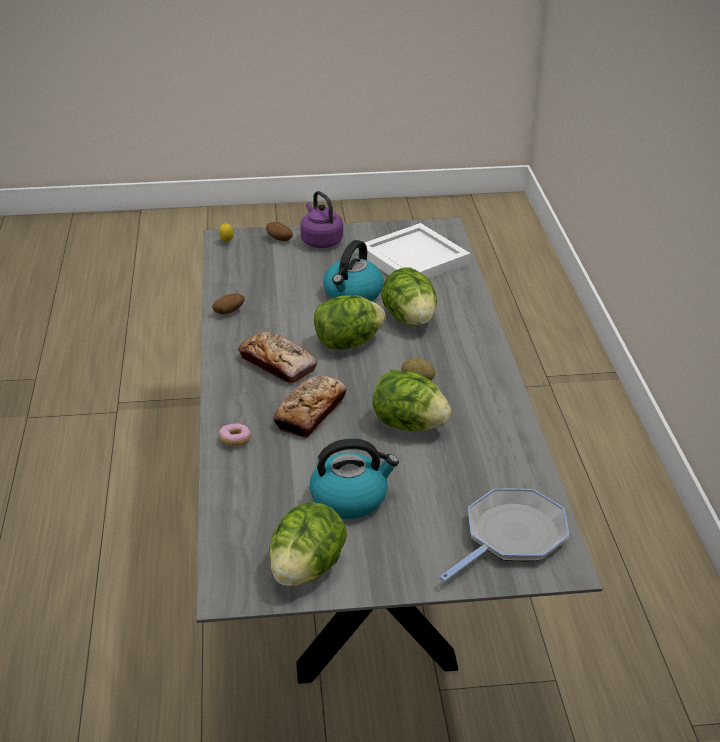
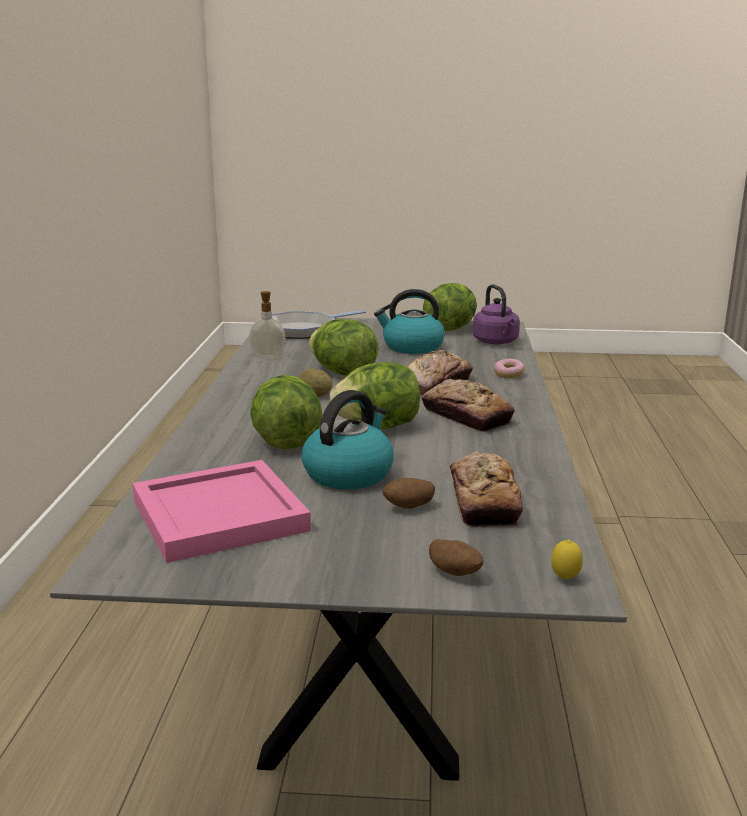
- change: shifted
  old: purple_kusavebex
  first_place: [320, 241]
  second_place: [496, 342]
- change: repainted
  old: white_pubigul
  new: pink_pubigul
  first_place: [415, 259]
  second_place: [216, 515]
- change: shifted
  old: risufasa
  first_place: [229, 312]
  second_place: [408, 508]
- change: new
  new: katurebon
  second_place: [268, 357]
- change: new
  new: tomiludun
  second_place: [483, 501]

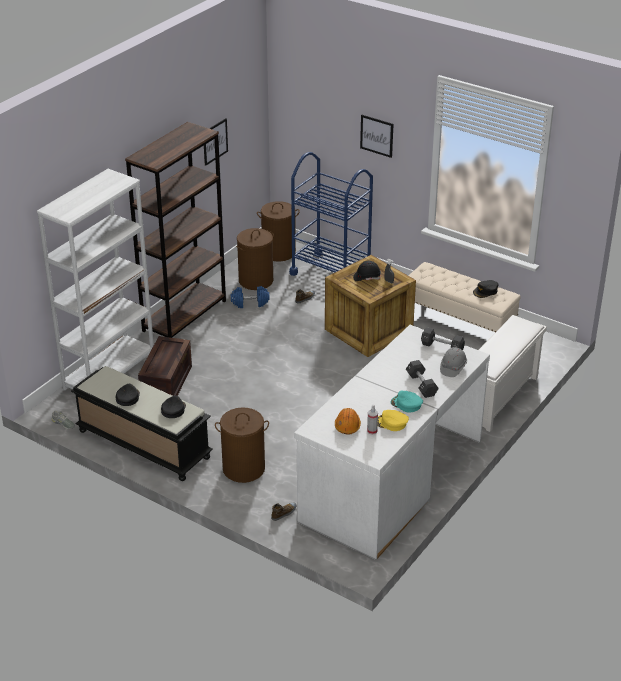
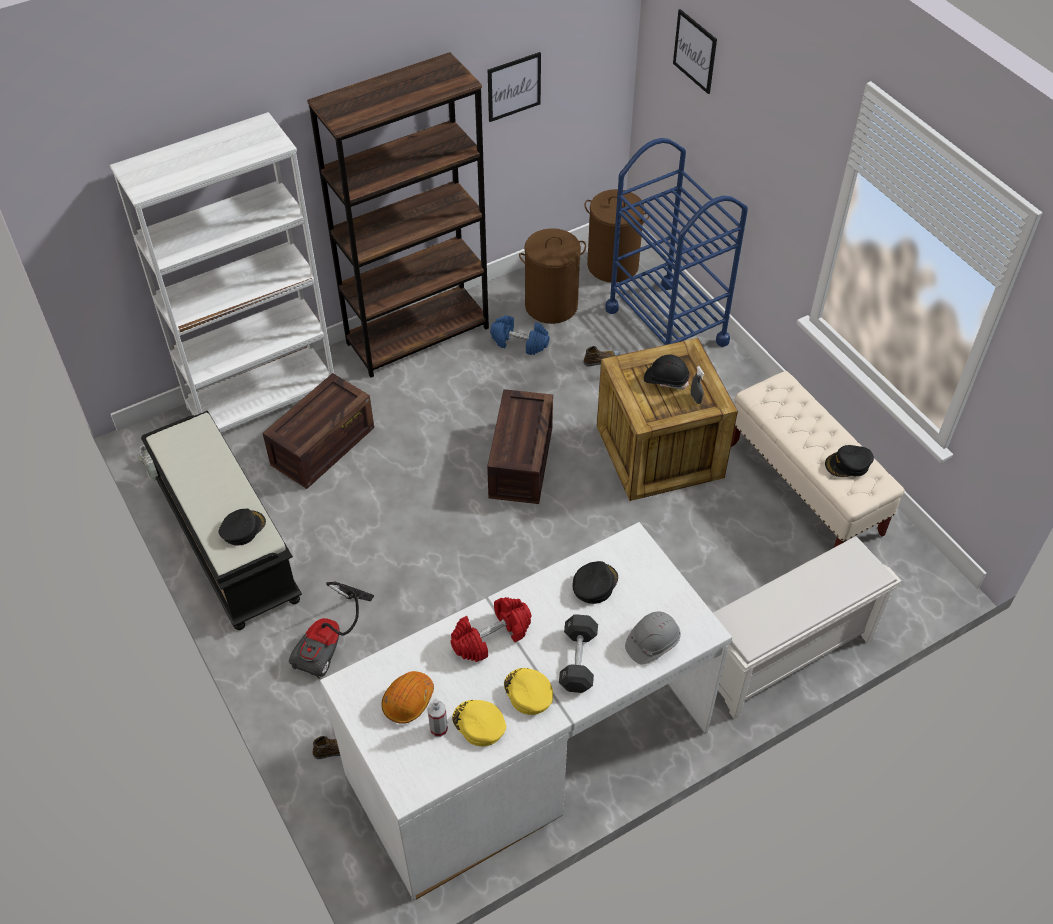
- change: shifted
  old: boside
  first_place: [376, 135]
  second_place: [695, 51]
- change: gone
  old: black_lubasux
  first_place: [442, 347]
- change: shifted
  old: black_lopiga
  first_place: [127, 397]
  second_place: [594, 584]
- change: repainted
  old: turquoise_lopiga
  new: yellow_lopiga
  first_place: [406, 404]
  second_place: [528, 693]
- change: swapped
  old: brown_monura
  new: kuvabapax
  first_place: [243, 469]
  second_place: [331, 642]
- change: new
  new: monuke
  second_place: [522, 463]
- change: new
  new: red_lubasux
  second_place: [491, 636]

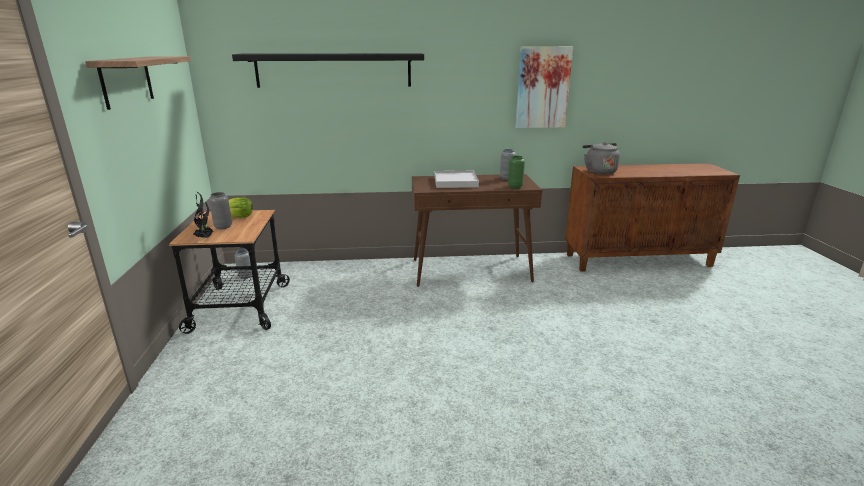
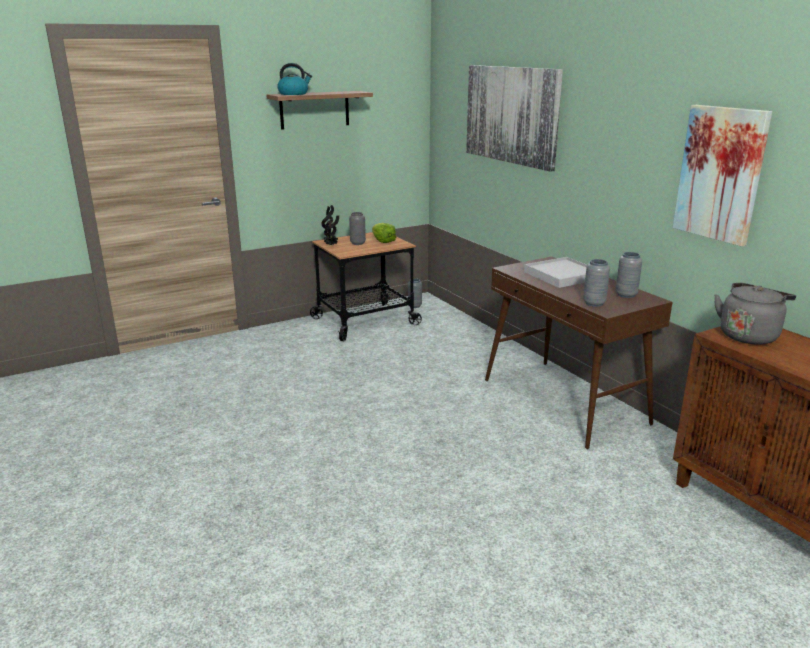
- change: swapped
  old: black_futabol
  new: boside
  first_place: [333, 70]
  second_place: [511, 115]
- change: repainted
  old: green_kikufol
  new: grey_kikufol
  first_place: [515, 186]
  second_place: [594, 303]
- change: new
  new: kusavebex
  second_place: [294, 94]

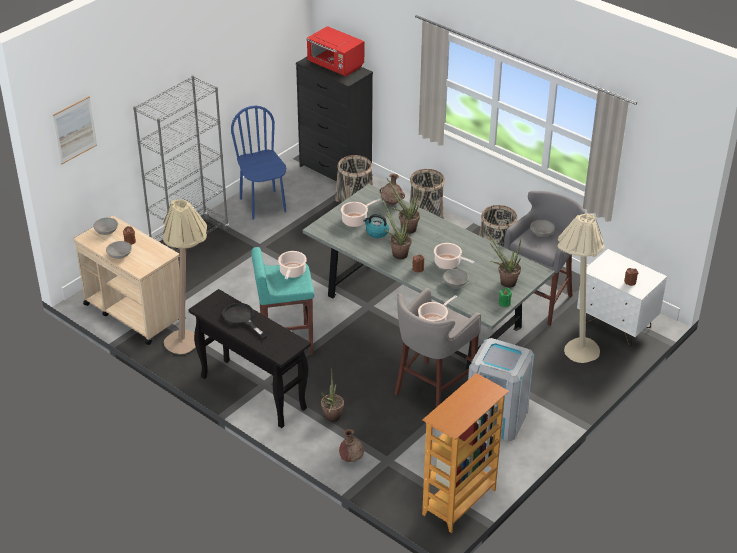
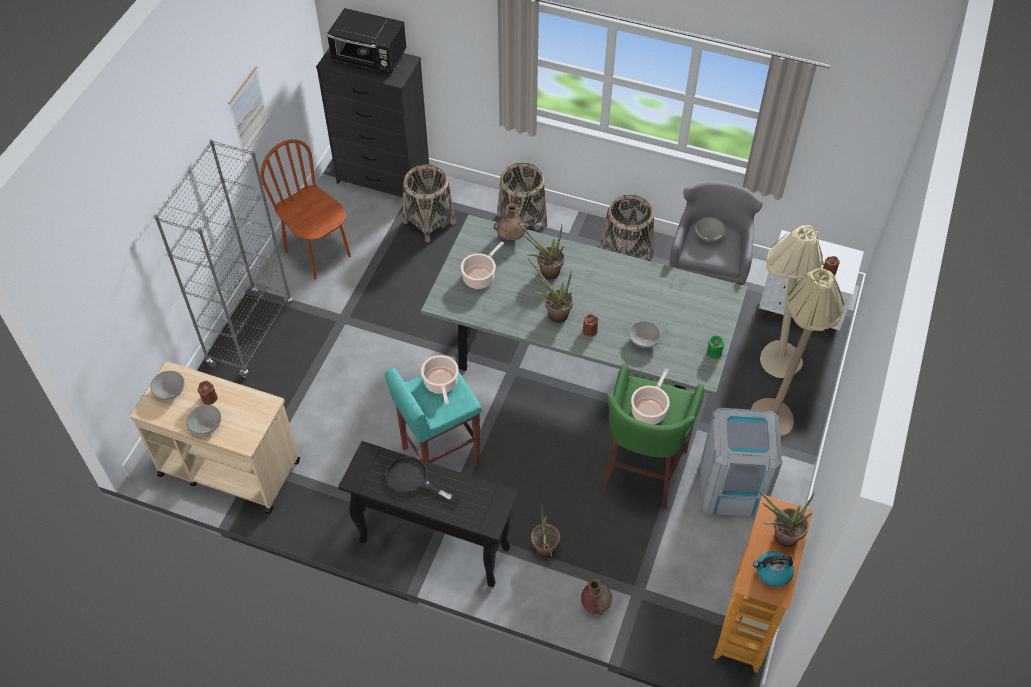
- change: repainted
  old: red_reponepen
  new: black_reponepen
  first_place: [335, 66]
  second_place: [370, 59]
- change: shifted
  old: boside
  first_place: [75, 130]
  second_place: [248, 111]
- change: repainted
  old: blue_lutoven
  new: brown_lutoven
  first_place: [263, 205]
  second_place: [318, 253]
- change: shifted
  old: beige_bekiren
  first_place: [190, 340]
  second_place: [779, 411]
- change: shifted
  old: kusavebex
  first_place: [376, 232]
  second_place: [772, 572]
- change: shifted
  old: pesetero
  first_place: [504, 281]
  second_place: [780, 536]
- change: gone
  old: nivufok
  first_place: [448, 264]
- change: repainted
  old: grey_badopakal
  new: green_badopakal
  first_place: [432, 390]
  second_place: [642, 471]

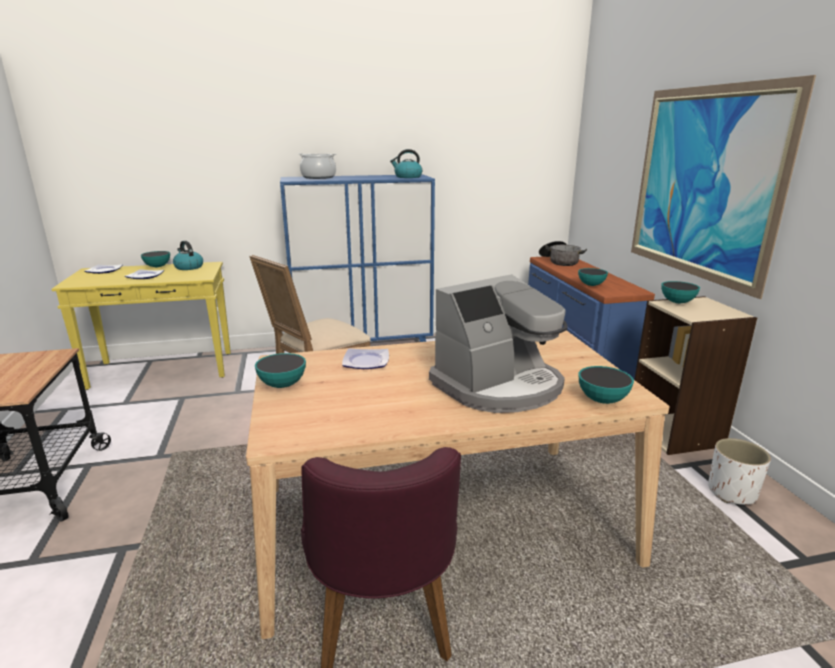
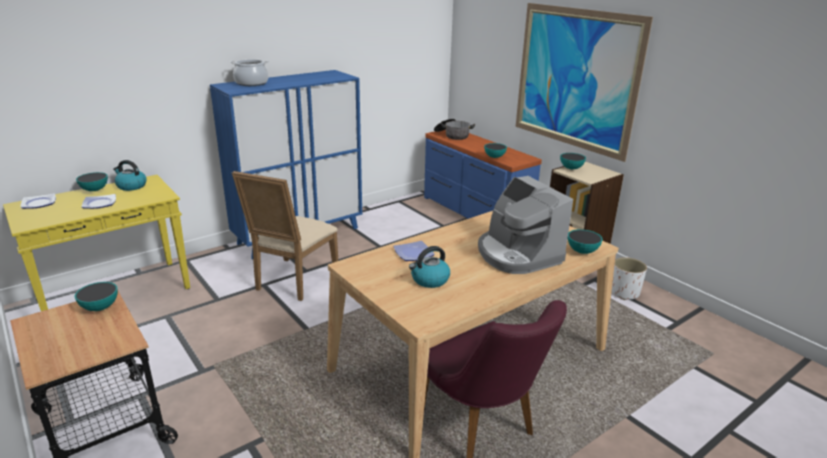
- change: shifted
  old: kusavebex
  first_place: [407, 177]
  second_place: [429, 280]
- change: rotated
  old: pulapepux
  first_place: [499, 386]
  second_place: [517, 254]
  degrees: 120
- change: shifted
  old: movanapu
  first_place: [282, 385]
  second_place: [100, 307]

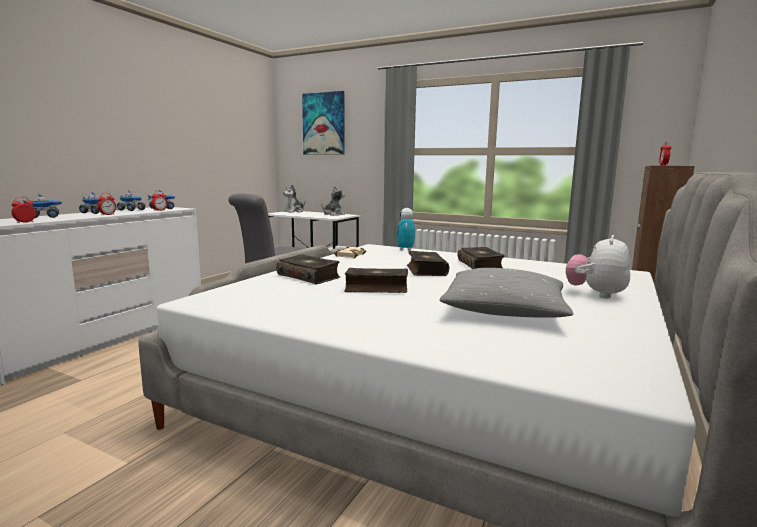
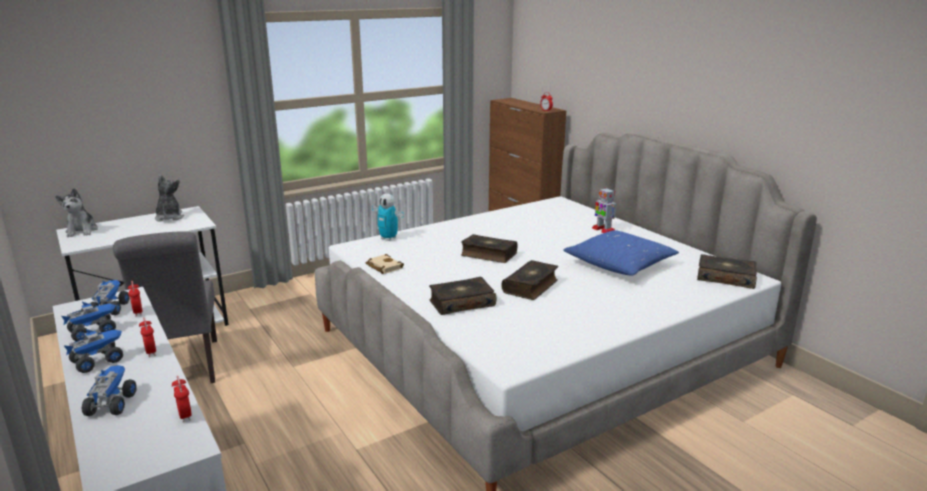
- change: gone
  old: boside
  first_place: [324, 124]
- change: swapped
  old: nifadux
  new: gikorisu
  first_place: [596, 294]
  second_place: [603, 230]
- change: shifted
  old: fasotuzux
  first_place: [480, 265]
  second_place: [725, 278]
- change: repainted
  old: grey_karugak
  new: blue_karugak
  first_place: [504, 310]
  second_place: [620, 264]

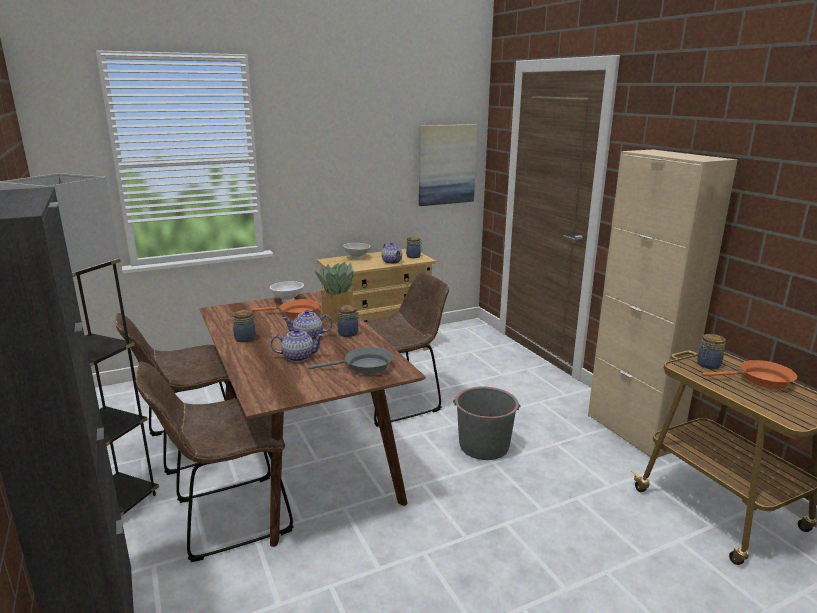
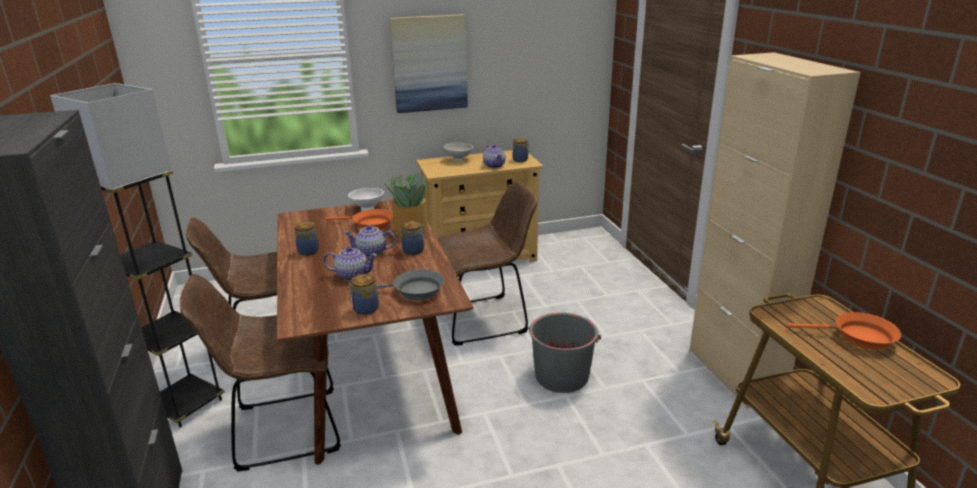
- change: shifted
  old: boside
  first_place: [446, 164]
  second_place: [429, 63]
- change: shifted
  old: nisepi
  first_place: [708, 365]
  second_place: [364, 309]

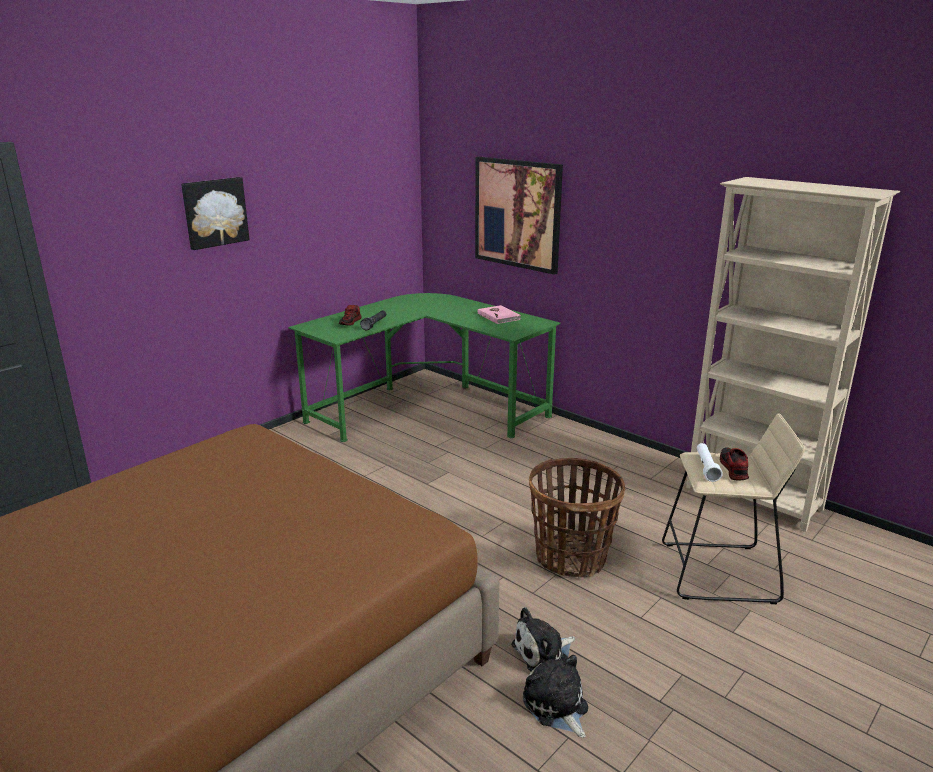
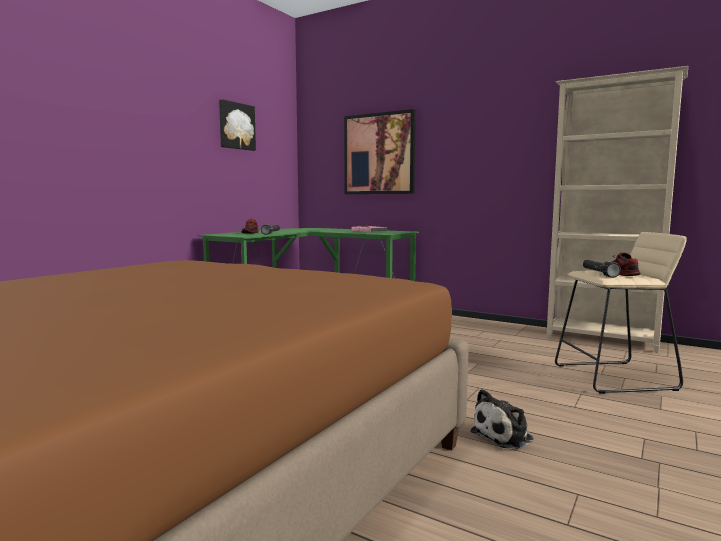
- change: shifted
  old: boside
  first_place: [214, 212]
  second_place: [236, 126]
- change: repainted
  old: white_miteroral
  new: black_miteroral
  first_place: [706, 468]
  second_place: [599, 274]
- change: gone
  old: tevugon
  first_place: [571, 558]
- change: gone
  old: nifadux
  first_place: [556, 706]

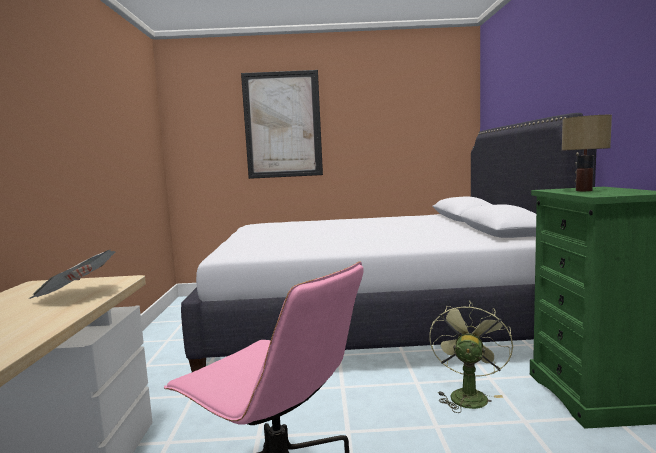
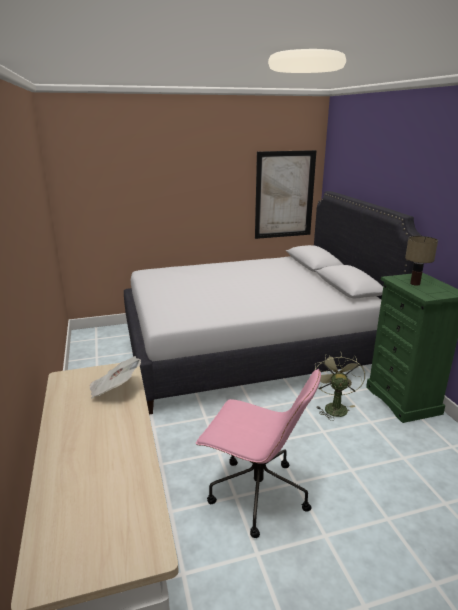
- change: shifted
  old: boside
  first_place: [282, 125]
  second_place: [284, 195]

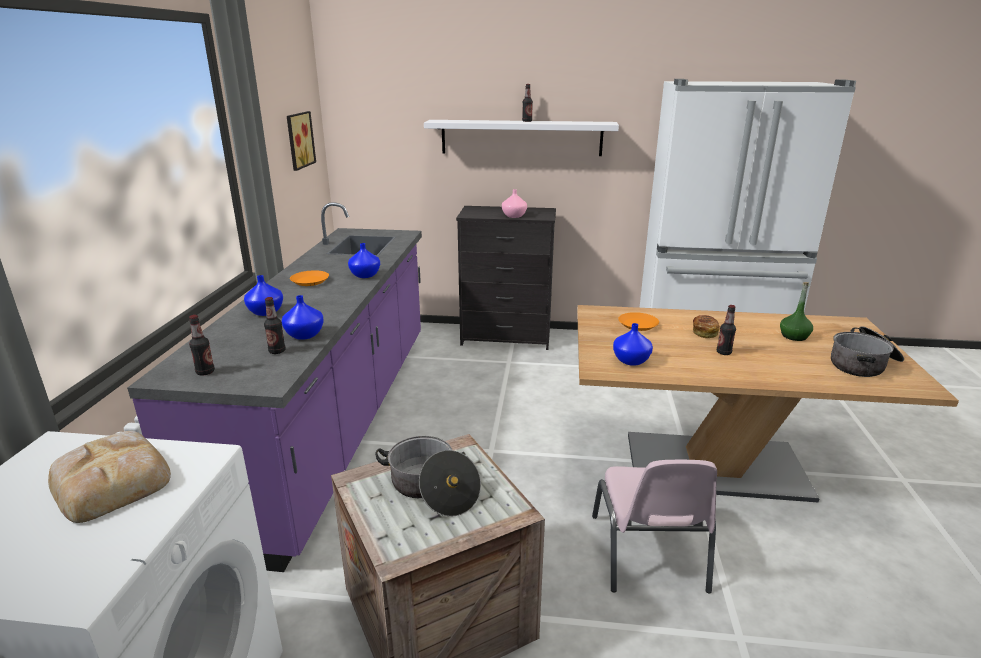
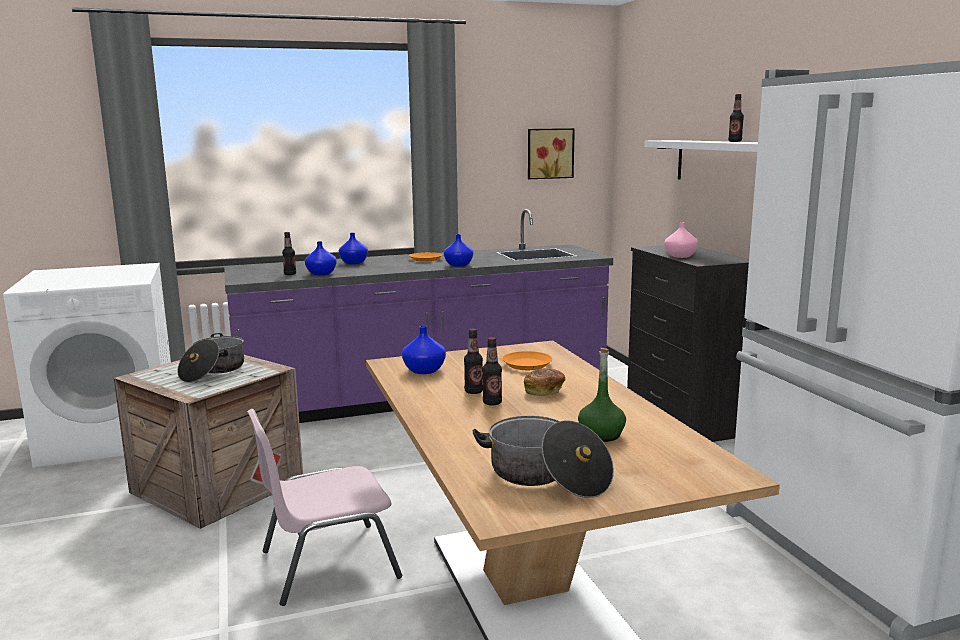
- change: shifted
  old: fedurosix
  first_place: [205, 372]
  second_place: [473, 391]
- change: gone
  old: tomiludun
  first_place: [113, 481]

